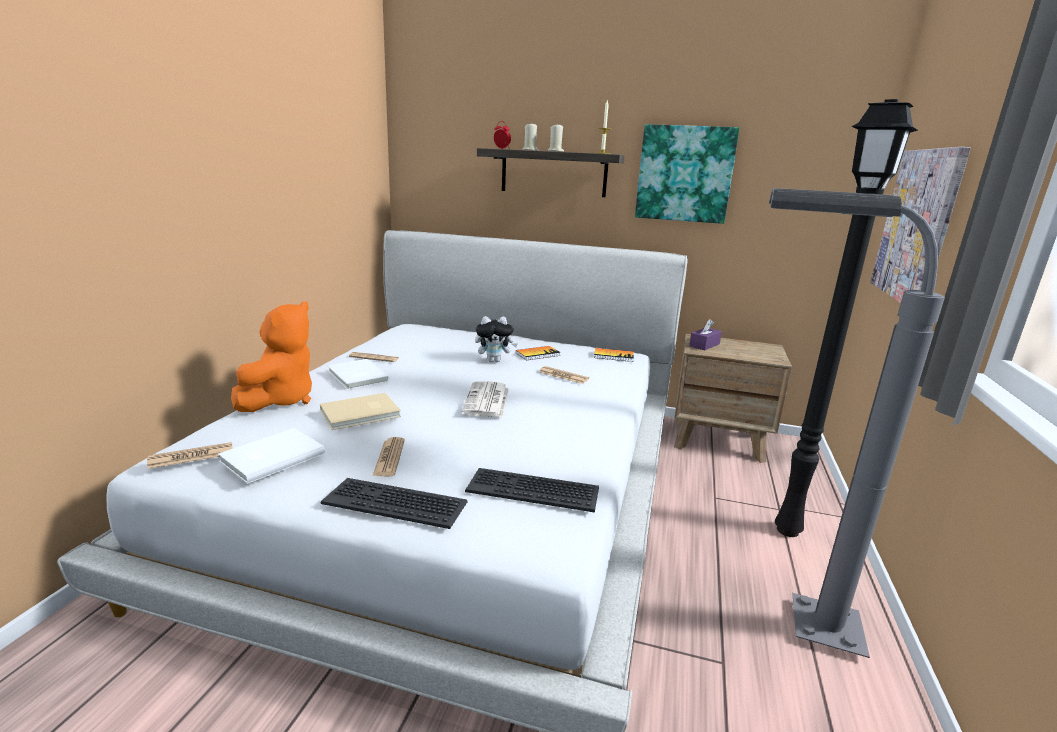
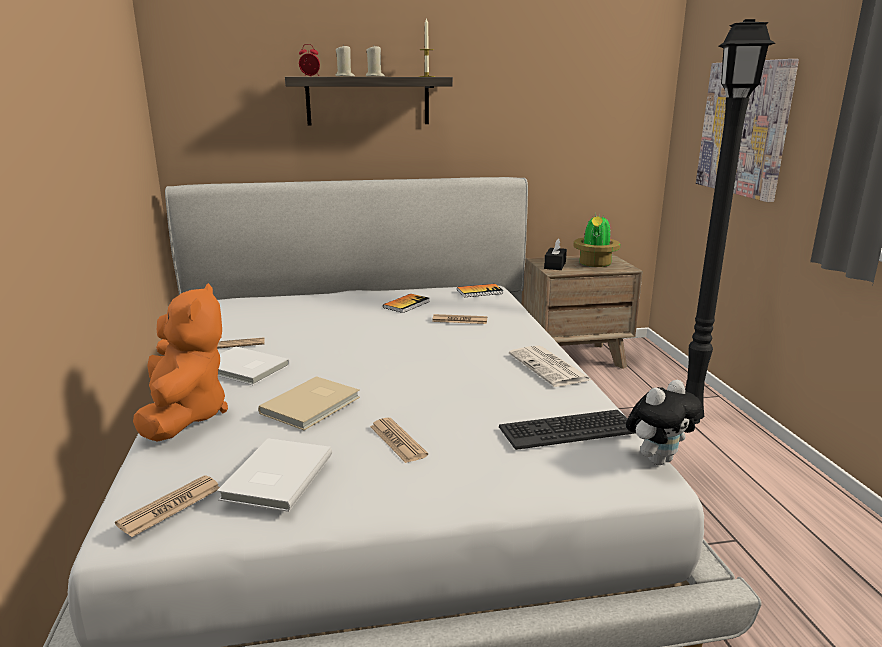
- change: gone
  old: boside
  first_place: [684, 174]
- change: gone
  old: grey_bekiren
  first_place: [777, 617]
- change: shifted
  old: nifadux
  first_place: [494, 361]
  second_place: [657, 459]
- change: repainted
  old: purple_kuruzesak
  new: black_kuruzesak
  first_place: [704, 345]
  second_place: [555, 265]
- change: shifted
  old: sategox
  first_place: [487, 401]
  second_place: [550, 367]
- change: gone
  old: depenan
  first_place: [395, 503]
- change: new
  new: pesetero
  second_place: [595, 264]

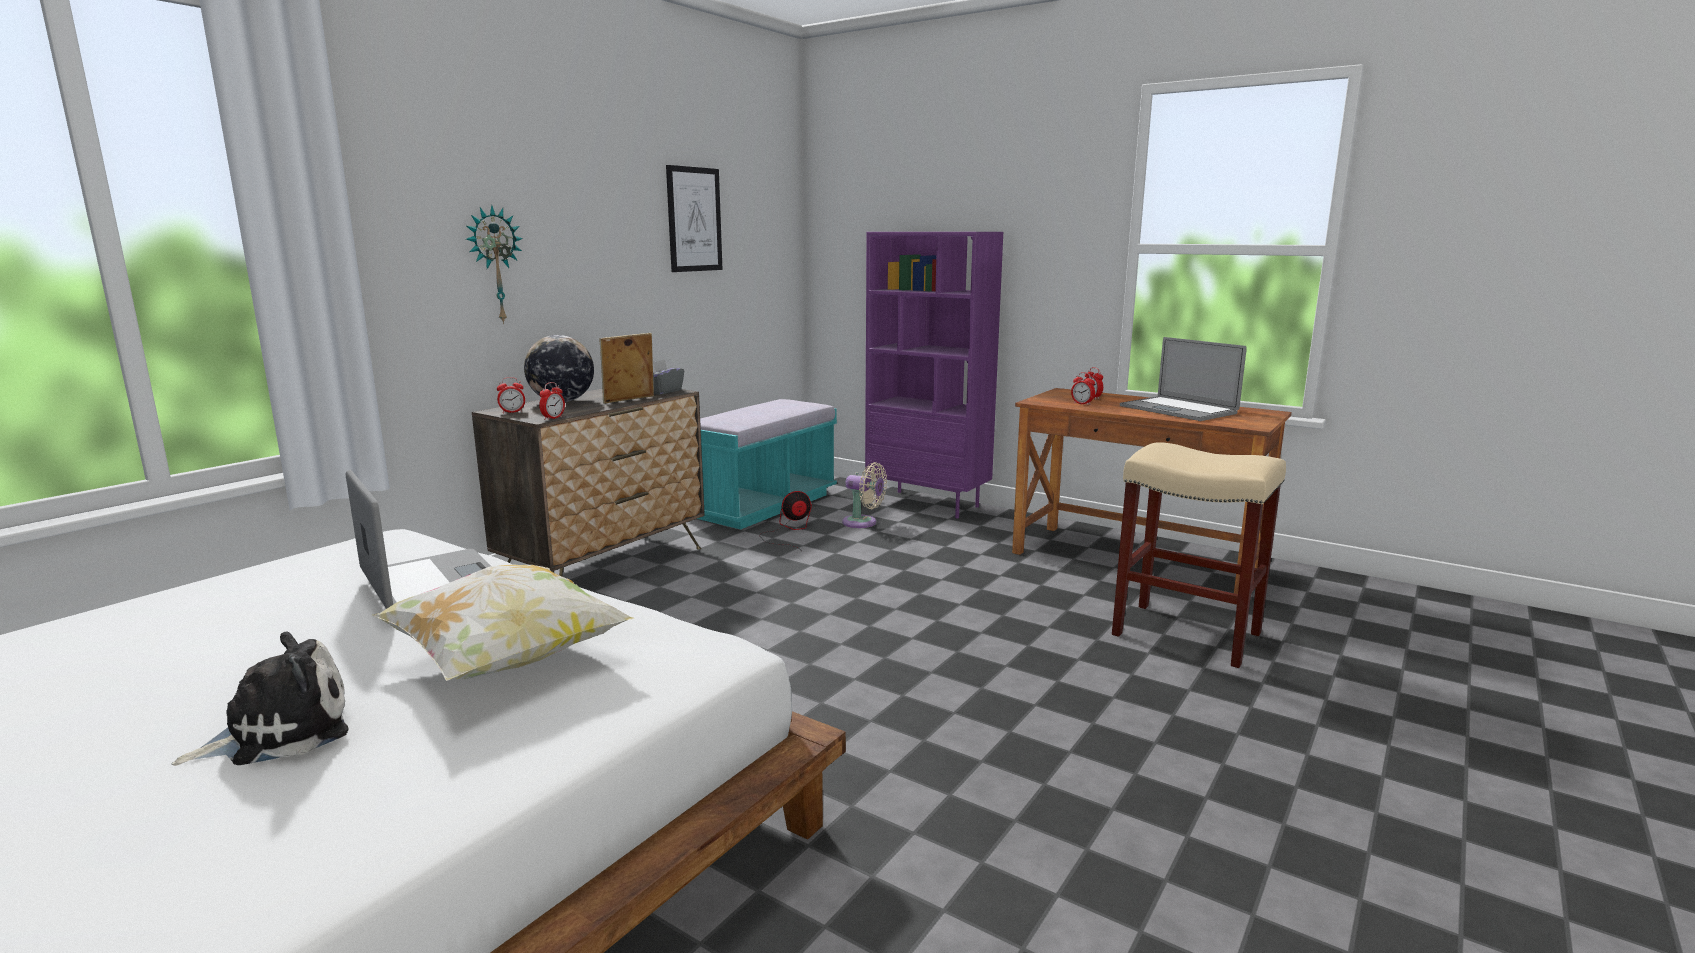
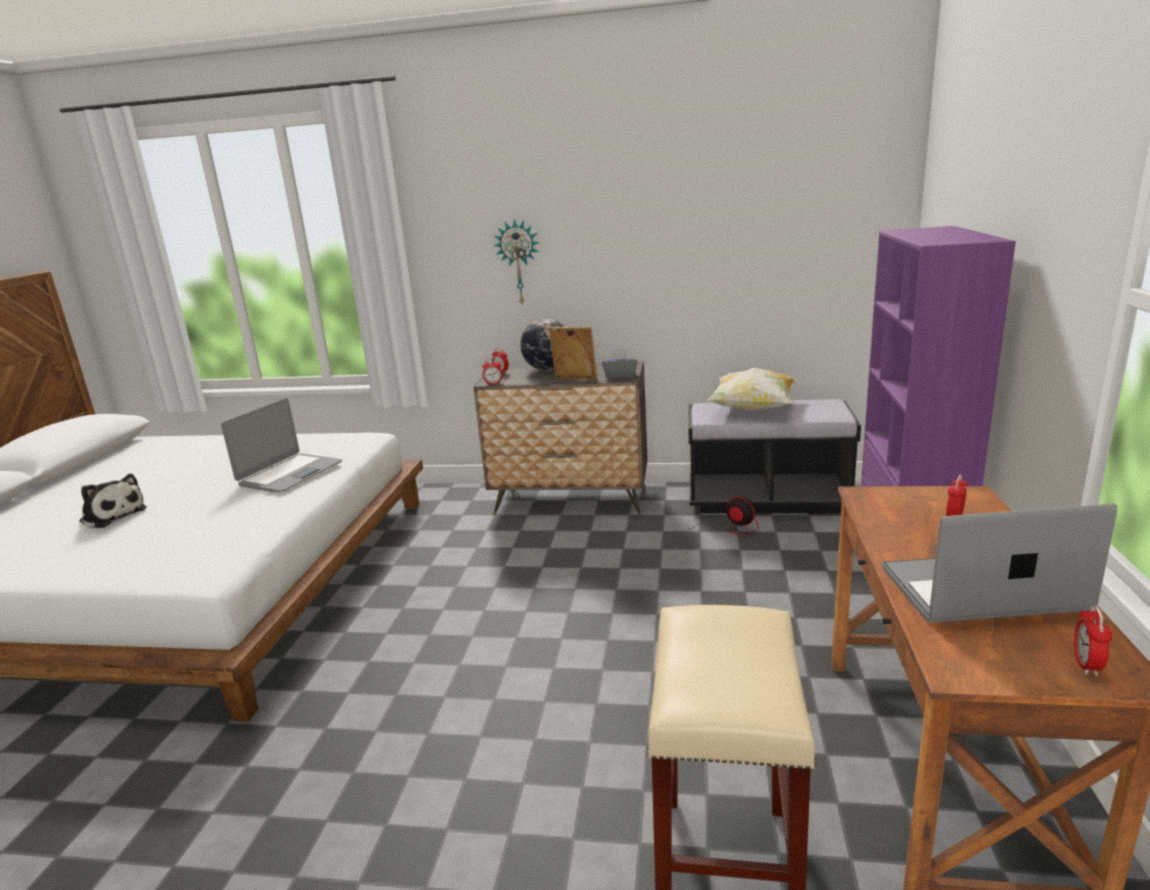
- change: gone
  old: boside
  first_place: [694, 219]
- change: rotated
  old: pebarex
  first_place: [1178, 409]
  second_place: [981, 589]
  degrees: 60
- change: shifted
  old: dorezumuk
  first_place: [1082, 404]
  second_place: [1086, 665]
- change: repainted
  old: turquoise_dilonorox
  new: black_dilonorox
  first_place: [762, 505]
  second_place: [767, 499]
- change: gone
  old: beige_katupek
  first_place: [863, 523]
- change: shifted
  old: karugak
  first_place: [508, 660]
  second_place: [752, 409]

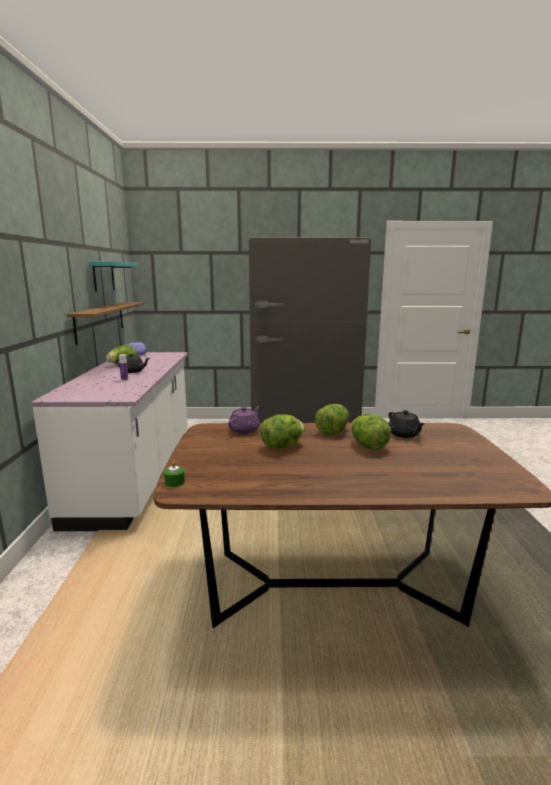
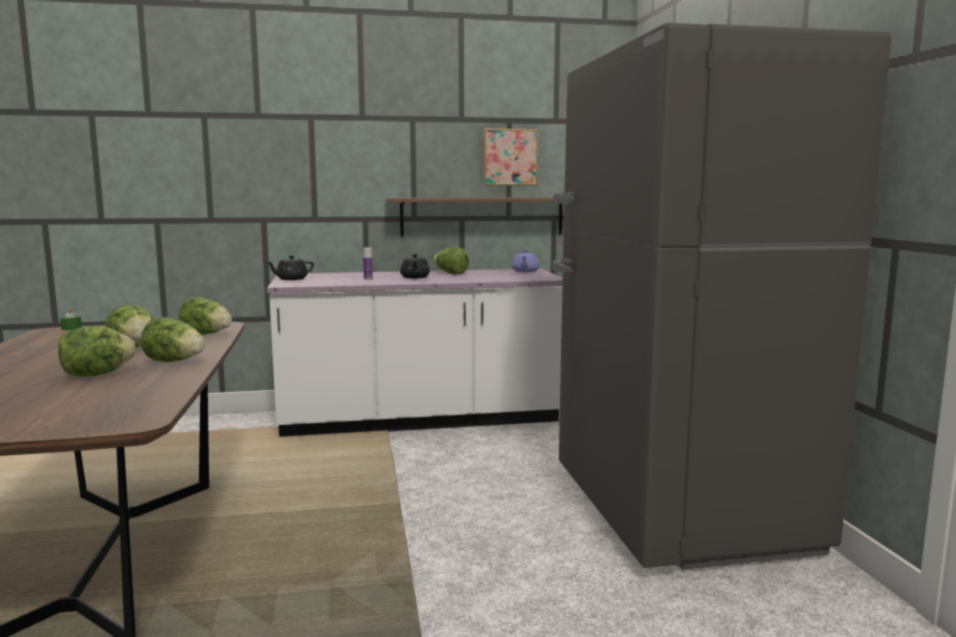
- change: swapped
  old: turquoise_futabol
  new: boside
  first_place: [103, 276]
  second_place: [509, 157]
- change: swapped
  old: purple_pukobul
  new: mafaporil
  first_place: [245, 430]
  second_place: [207, 334]
- change: shifted
  old: black_pukobul
  first_place: [404, 434]
  second_place: [291, 279]

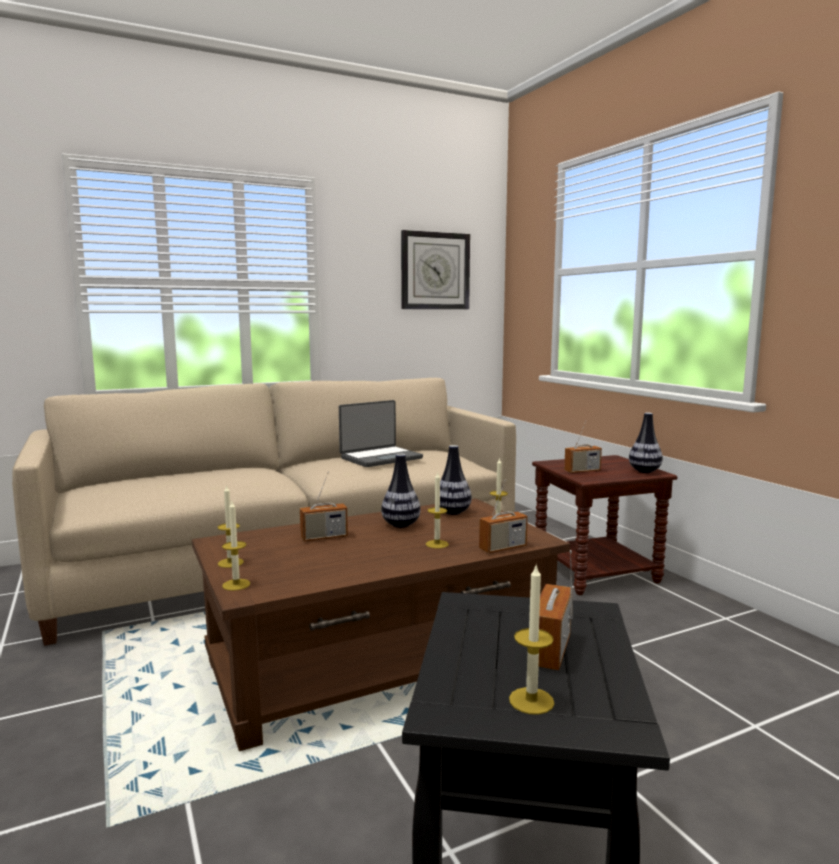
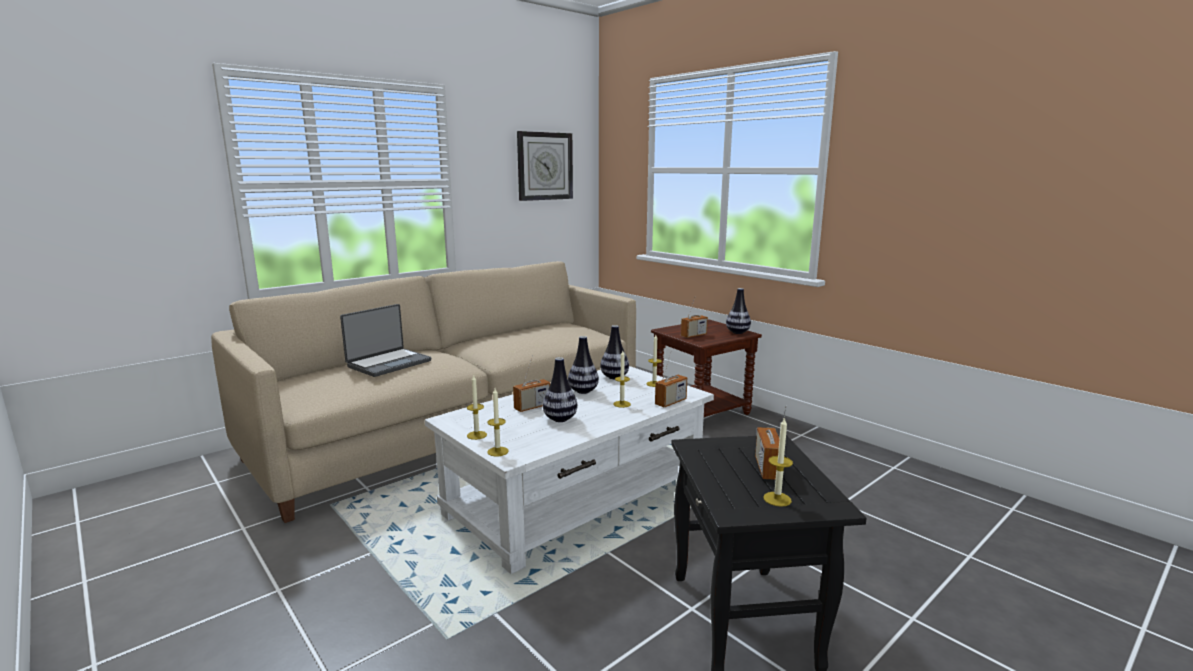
- change: shifted
  old: pebarex
  first_place: [380, 458]
  second_place: [388, 363]
- change: repainted
  old: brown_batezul
  new: white_batezul
  first_place: [381, 660]
  second_place: [578, 496]
- change: new
  new: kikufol
  second_place: [560, 419]

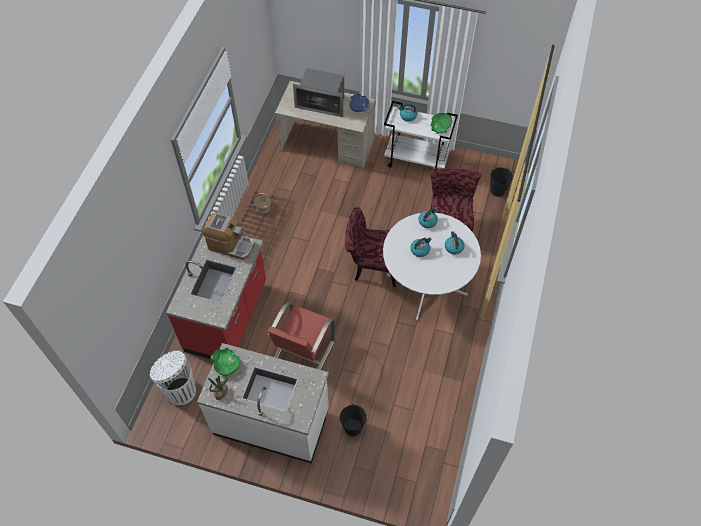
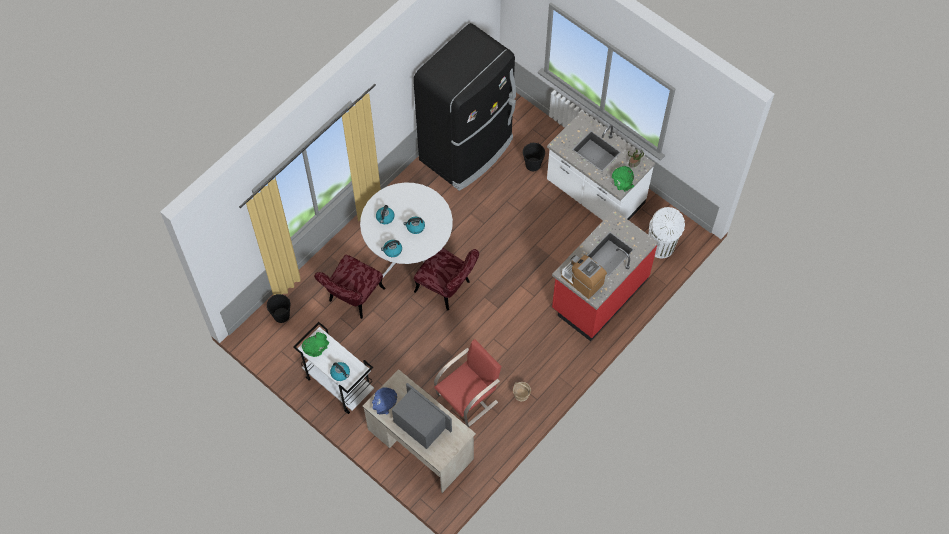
- change: shifted
  old: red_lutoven
  first_place: [303, 350]
  second_place: [468, 398]
- change: new
  new: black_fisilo
  second_place: [467, 150]

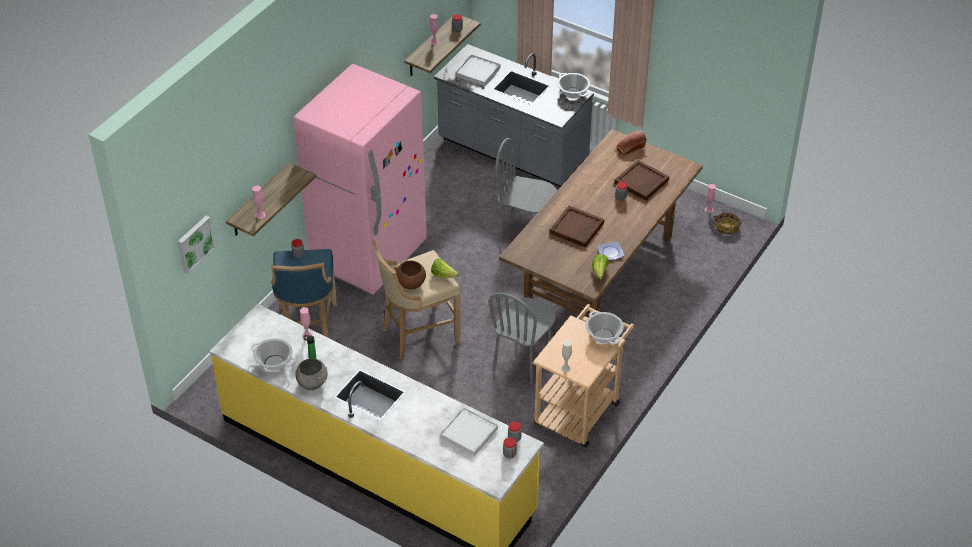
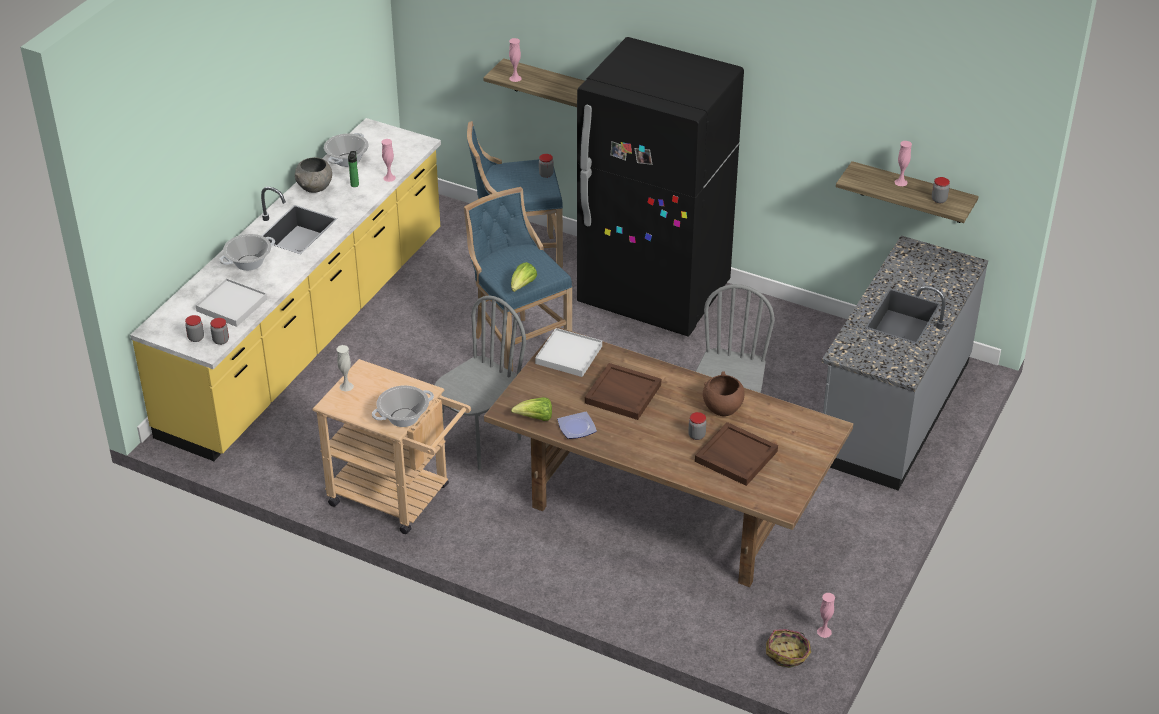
- change: shifted
  old: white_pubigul
  first_place: [478, 72]
  second_place: [569, 355]
- change: repainted
  old: pink_fisilo
  new: black_fisilo
  first_place: [369, 255]
  second_place: [654, 296]
- change: shifted
  old: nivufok
  first_place: [573, 93]
  second_place: [249, 263]
- change: gone
  old: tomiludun
  first_place: [630, 148]
- change: gone
  old: boside
  first_place: [194, 243]
- change: repainted
  old: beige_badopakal
  new: blue_badopakal
  first_place: [417, 334]
  second_place: [518, 347]
- change: shifted
  old: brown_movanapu
  first_place: [411, 284]
  second_place: [722, 409]
- change: rotated
  old: grey_lutoven
  first_place: [523, 361]
  second_place: [479, 441]
  degrees: 105

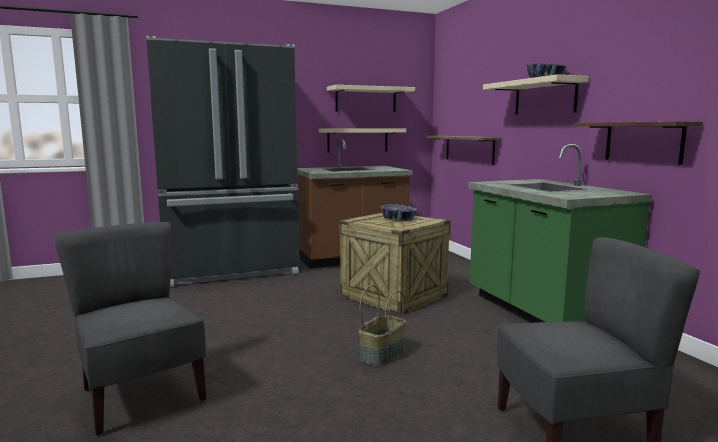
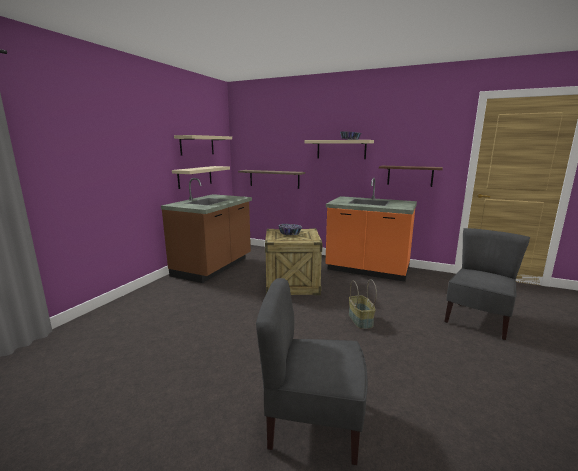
- change: gone
  old: black_fisilo
  first_place: [231, 270]
- change: repainted
  old: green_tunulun
  new: orange_tunulun
  first_place: [542, 313]
  second_place: [367, 270]

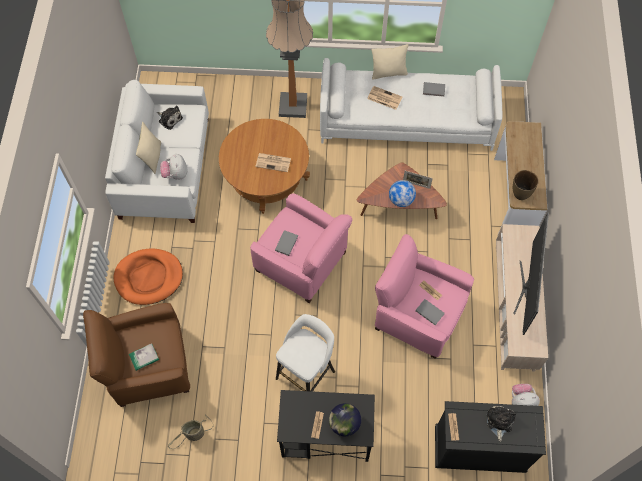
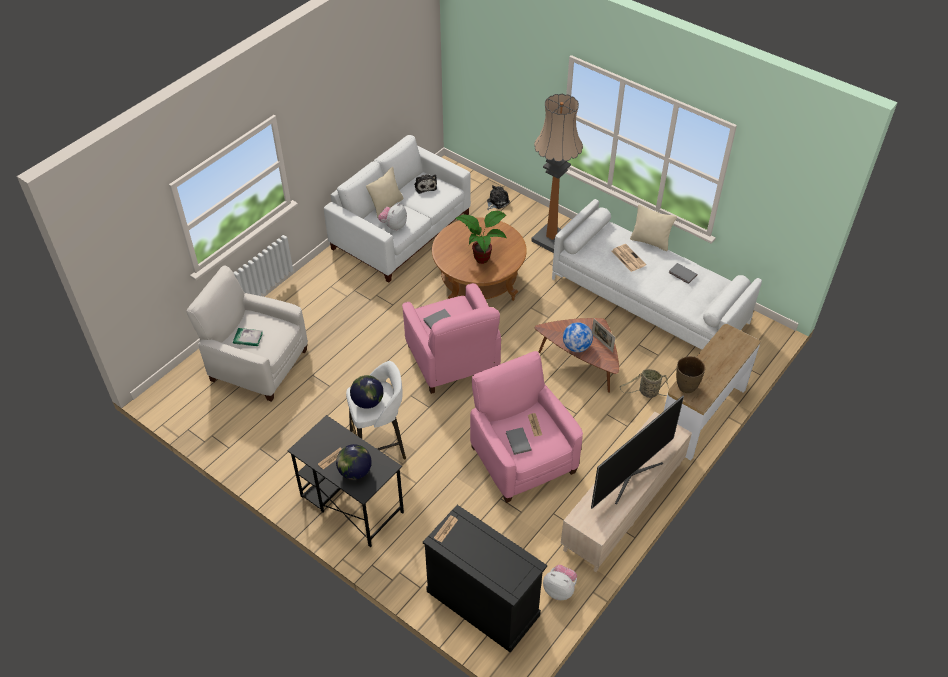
- change: swapped
  old: sategox
  new: pesetero
  first_place: [274, 162]
  second_place: [483, 257]
- change: gone
  old: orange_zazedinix
  first_place: [149, 278]
- change: repainted
  old: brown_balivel
  new: white_balivel
  first_place: [148, 366]
  second_place: [257, 364]
- change: shifted
  old: nifadux
  first_place: [499, 422]
  second_place: [496, 202]
- change: shifted
  old: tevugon
  first_place: [194, 434]
  second_place: [647, 392]
- change: new
  new: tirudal
  second_place: [368, 401]

